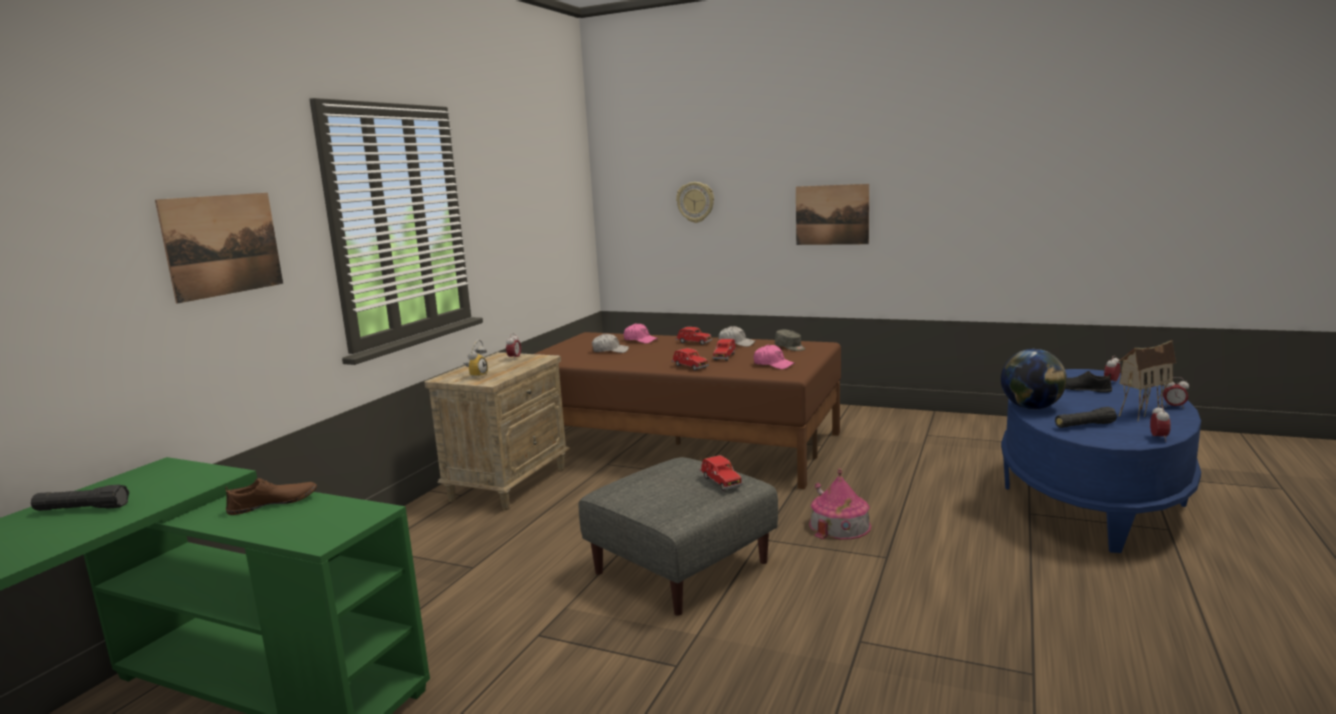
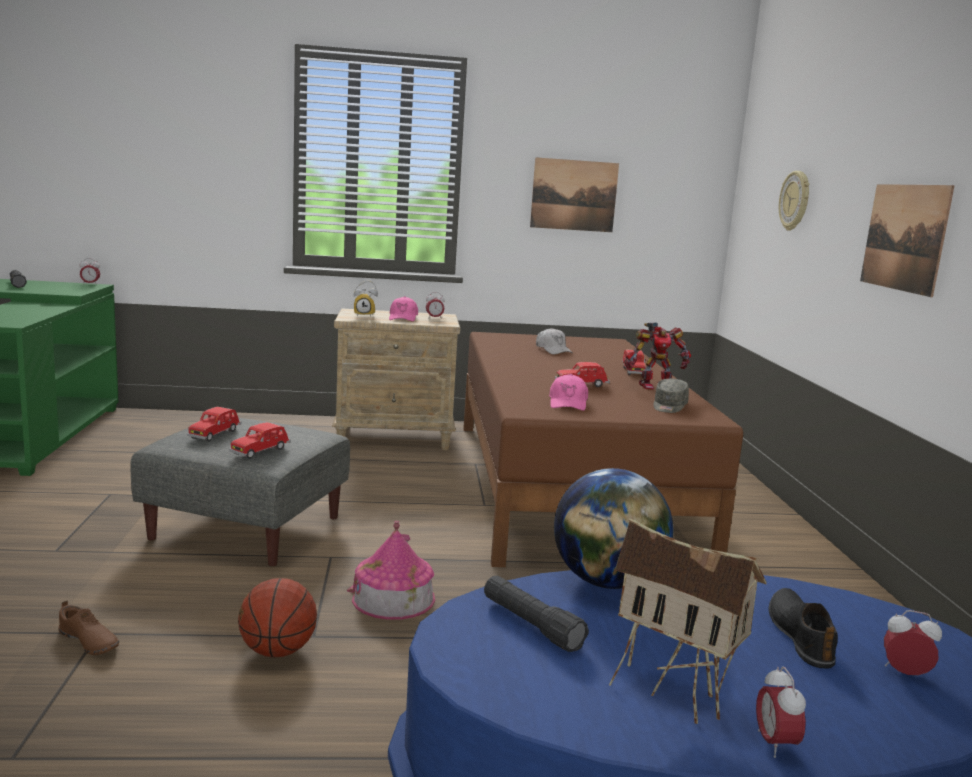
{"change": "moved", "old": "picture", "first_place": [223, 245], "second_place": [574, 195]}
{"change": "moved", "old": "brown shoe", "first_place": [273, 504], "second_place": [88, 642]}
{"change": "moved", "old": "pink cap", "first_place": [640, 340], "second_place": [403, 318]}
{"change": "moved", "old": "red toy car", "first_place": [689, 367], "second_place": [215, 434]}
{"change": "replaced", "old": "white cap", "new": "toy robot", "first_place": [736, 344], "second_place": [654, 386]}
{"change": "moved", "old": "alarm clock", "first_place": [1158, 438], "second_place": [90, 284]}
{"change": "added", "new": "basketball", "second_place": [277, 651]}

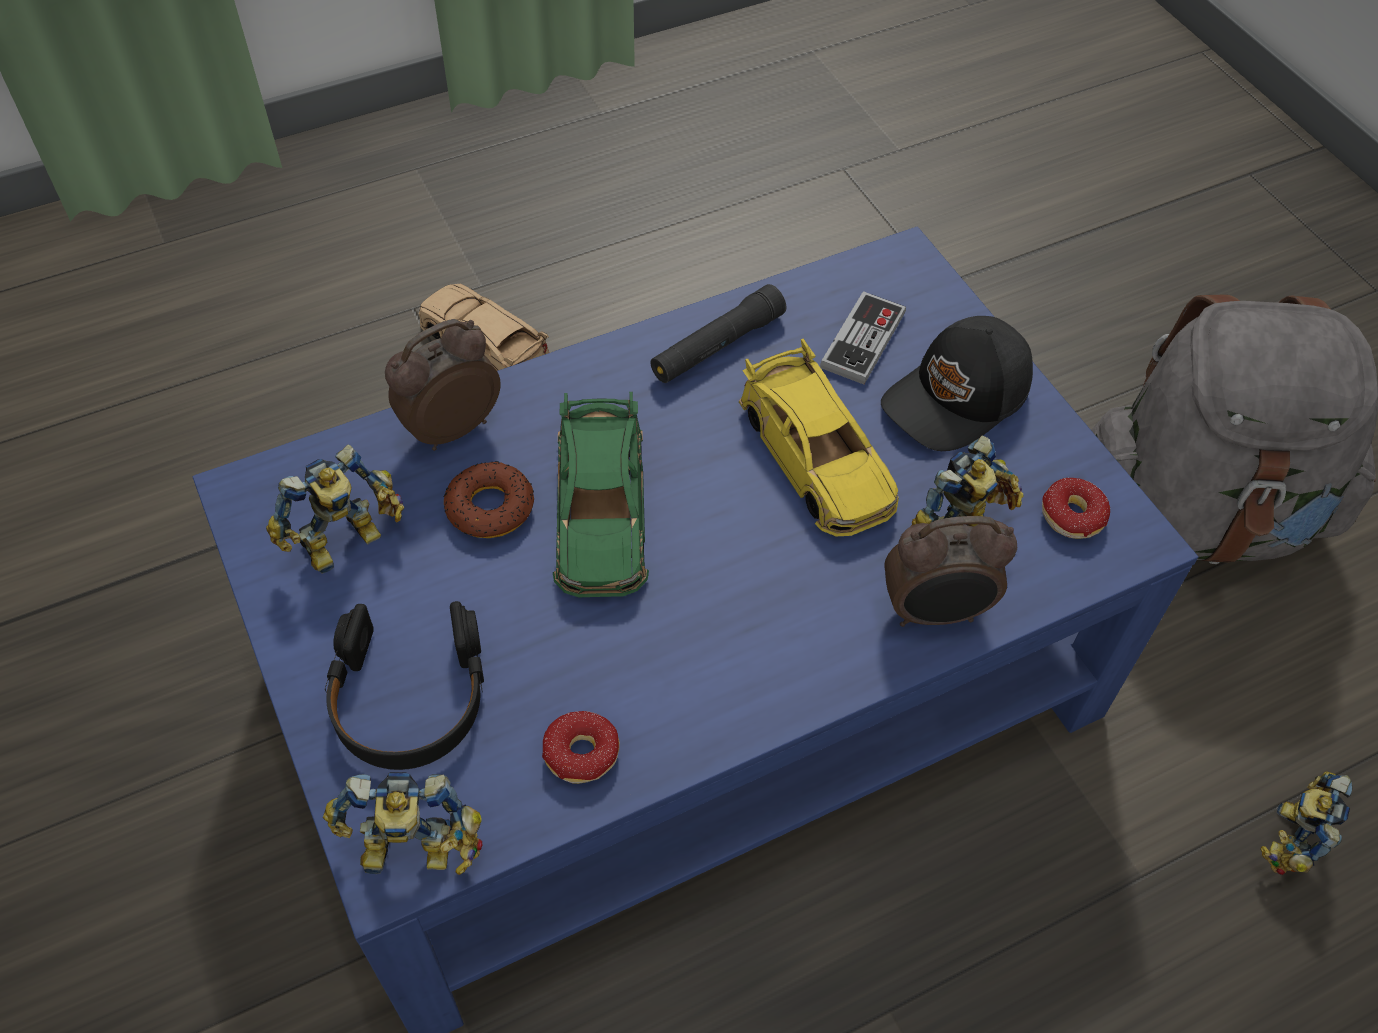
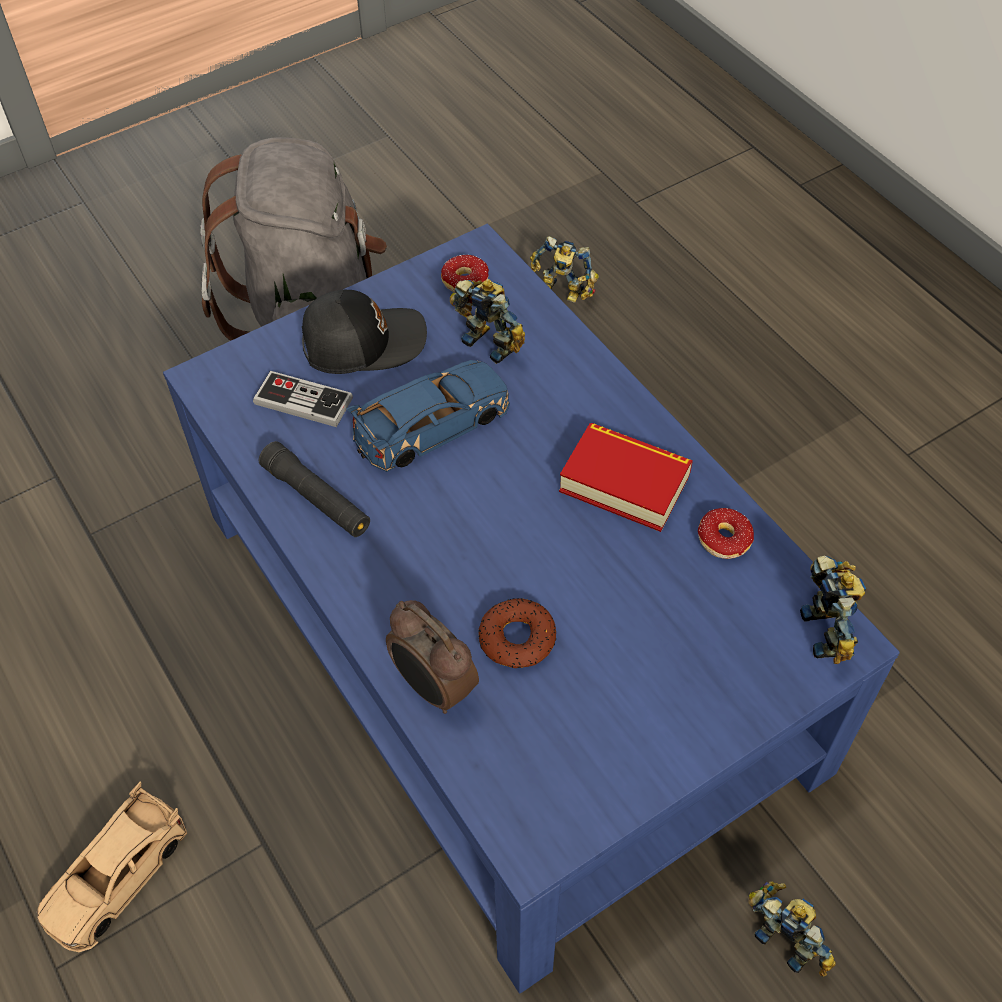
{"change": "moved", "old": "toy robot", "first_place": [347, 544], "second_place": [787, 937]}
{"change": "removed", "old": "black headphones", "first_place": [409, 697]}
{"change": "removed", "old": "green toy car", "first_place": [600, 512]}
{"change": "recoloured", "old": "yellow toy car", "new": "blue toy car", "first_place": [816, 457], "second_place": [431, 424]}
{"change": "turned", "old": "black cap", "first_place": [958, 399], "second_place": [362, 342], "degrees": -60}
{"change": "removed", "old": "alarm clock", "first_place": [935, 613]}
{"change": "added", "new": "book", "second_place": [624, 483]}

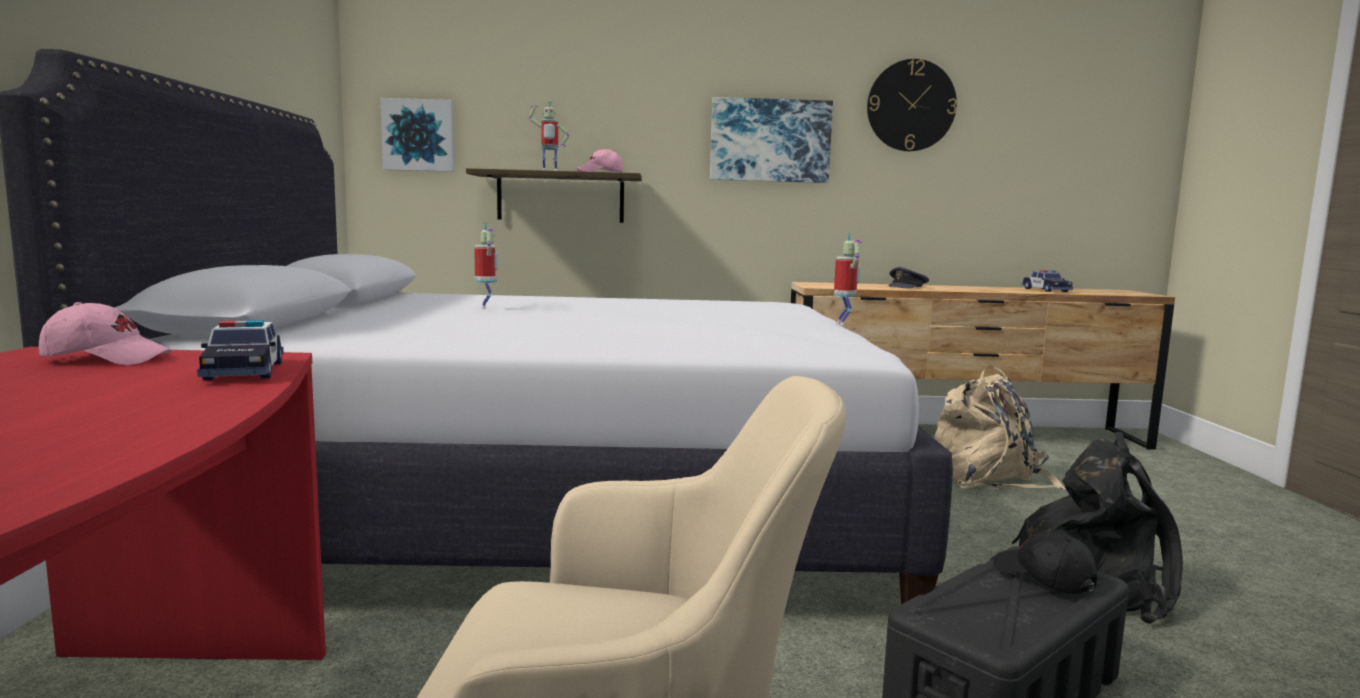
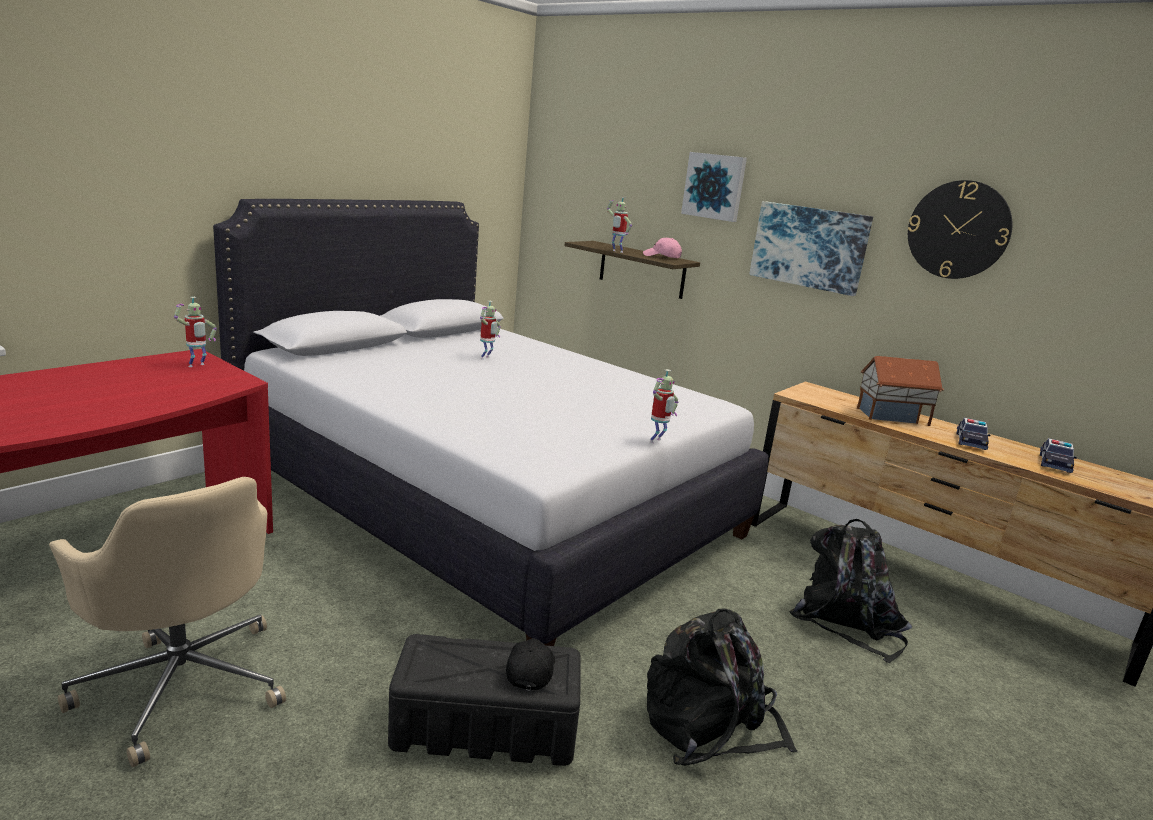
{"change": "replaced", "old": "pink cap", "new": "toy robot", "first_place": [107, 359], "second_place": [197, 366]}
{"change": "moved", "old": "toy car", "first_place": [244, 371], "second_place": [970, 441]}
{"change": "moved", "old": "picture", "first_place": [419, 135], "second_place": [714, 186]}
{"change": "replaced", "old": "grey cap", "new": "toy house", "first_place": [907, 287], "second_place": [892, 417]}
{"change": "recoloured", "old": "beige backpack", "new": "black backpack", "first_place": [990, 478], "second_place": [847, 622]}

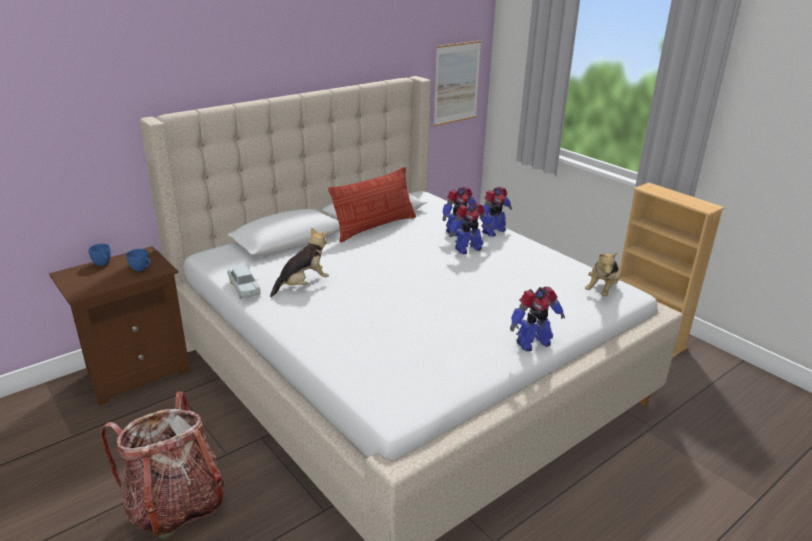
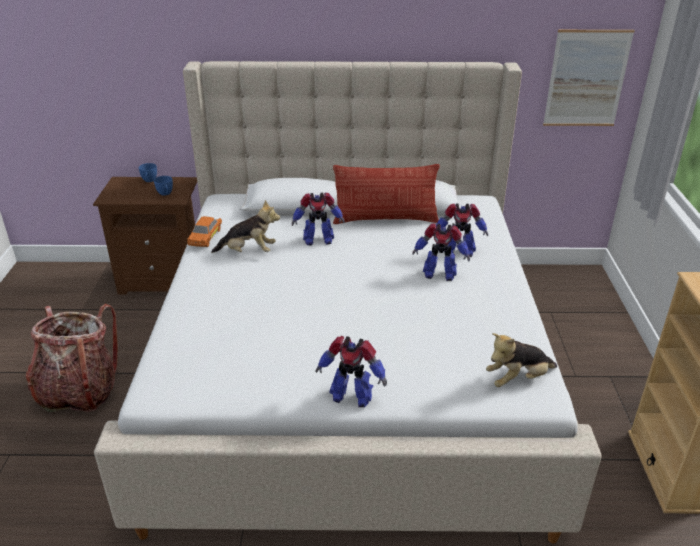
{"change": "recoloured", "old": "white toy car", "new": "orange toy car", "first_place": [244, 288], "second_place": [205, 237]}
{"change": "moved", "old": "toy robot", "first_place": [492, 231], "second_place": [318, 240]}

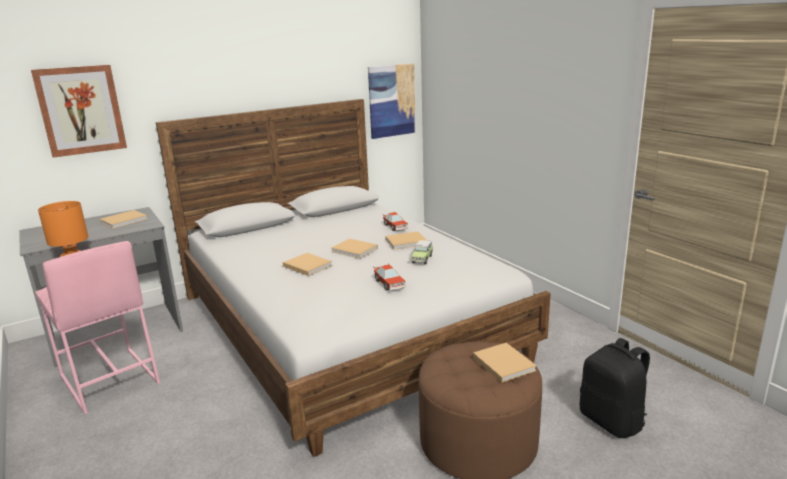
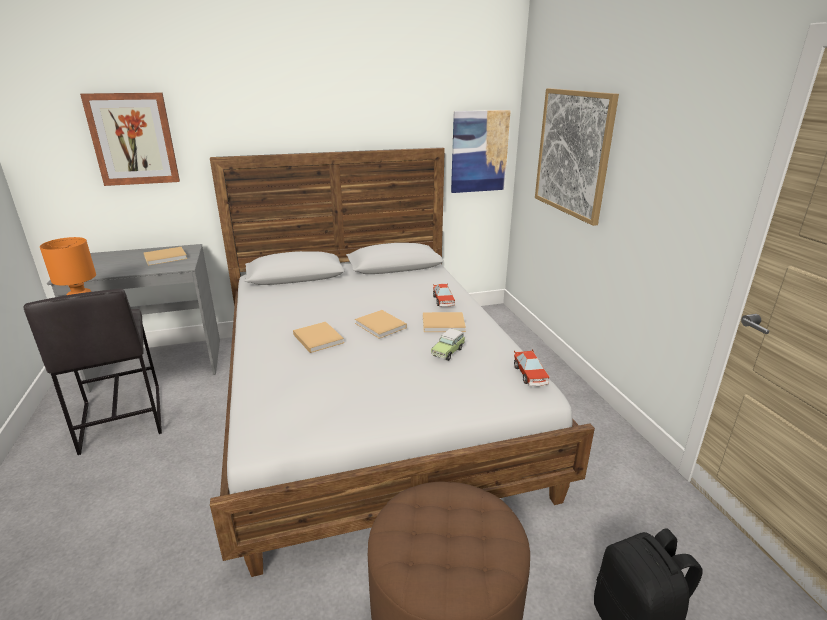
{"change": "recoloured", "old": "pink stool", "new": "grey stool", "first_place": [108, 380], "second_place": [120, 419]}
{"change": "moved", "old": "toy car", "first_place": [389, 284], "second_place": [530, 375]}
{"change": "removed", "old": "beige book", "first_place": [502, 363]}
{"change": "added", "new": "picture", "second_place": [573, 153]}

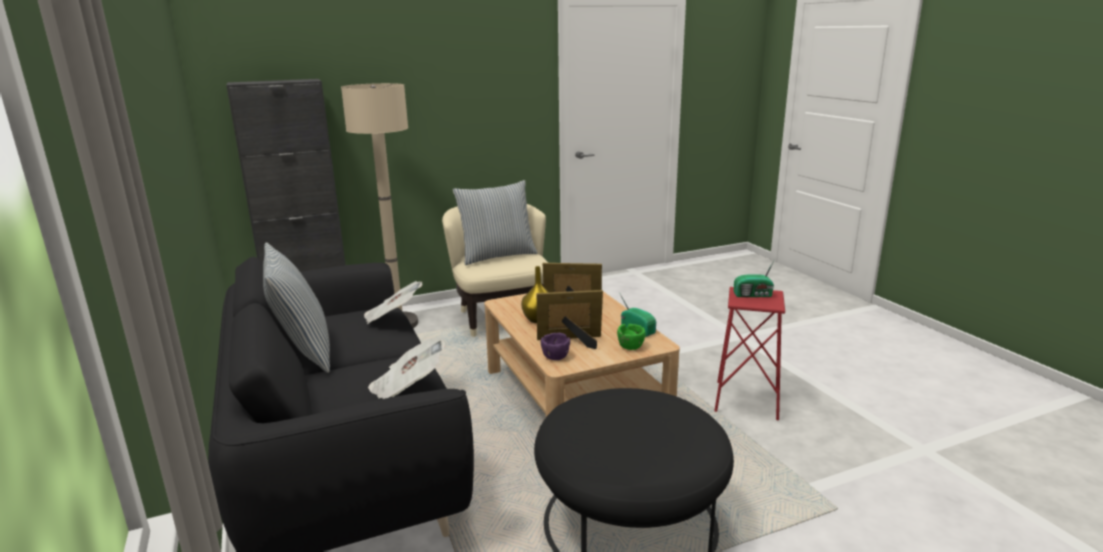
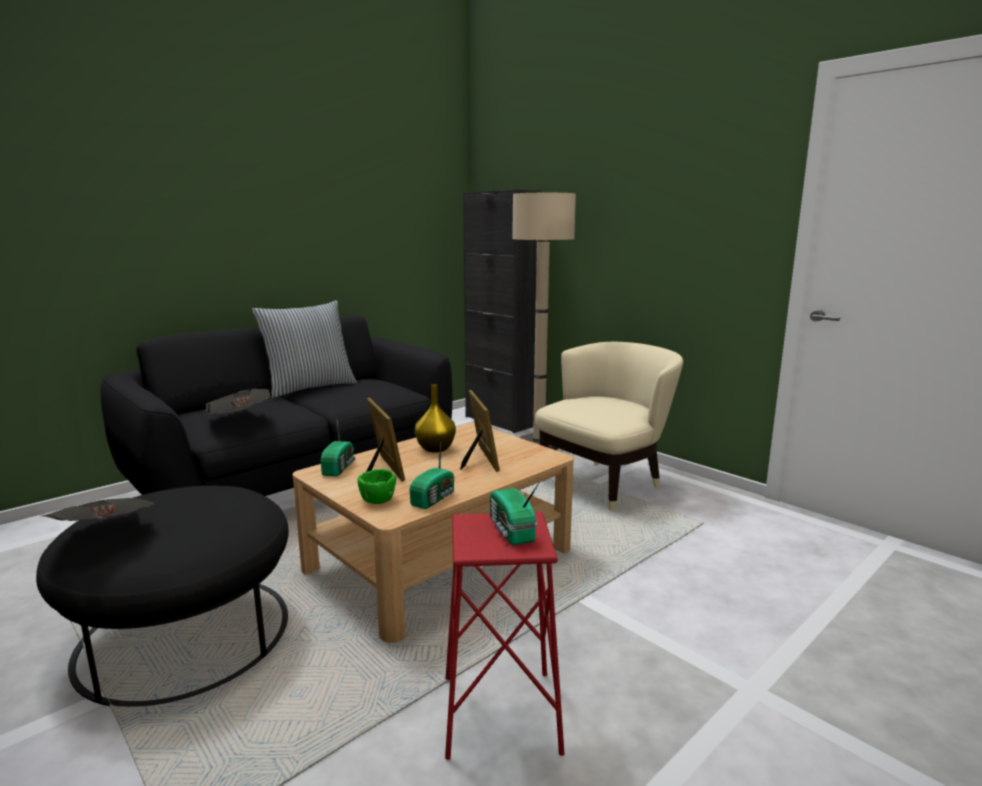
{"change": "moved", "old": "newspaper", "first_place": [392, 317], "second_place": [107, 534]}
{"change": "removed", "old": "pillow", "first_place": [497, 256]}
{"change": "replaced", "old": "purple bowl", "new": "radio", "first_place": [555, 356], "second_place": [340, 467]}

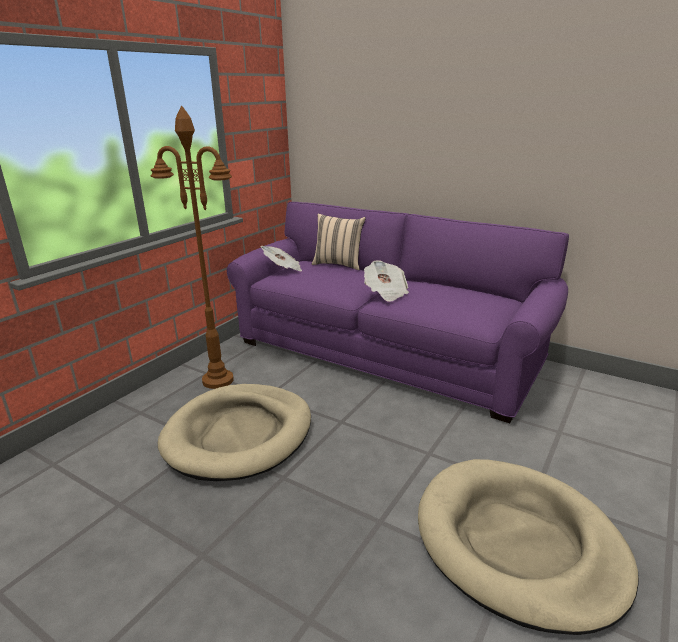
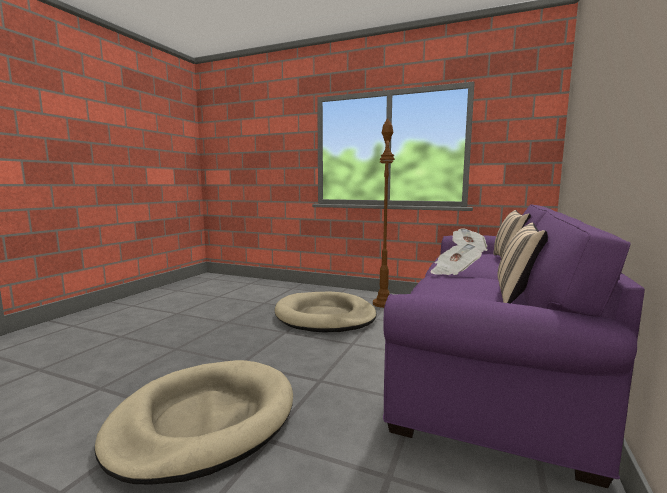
{"change": "added", "new": "beige pillow", "second_place": [518, 298]}

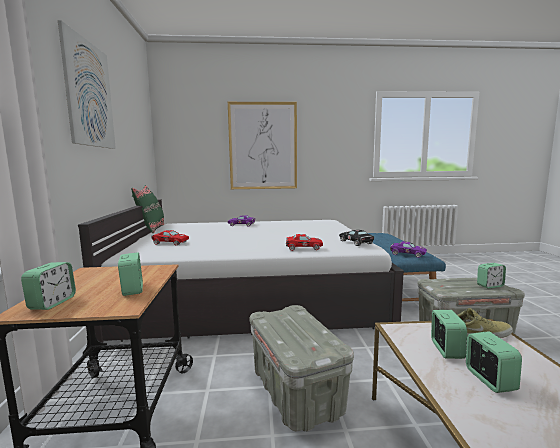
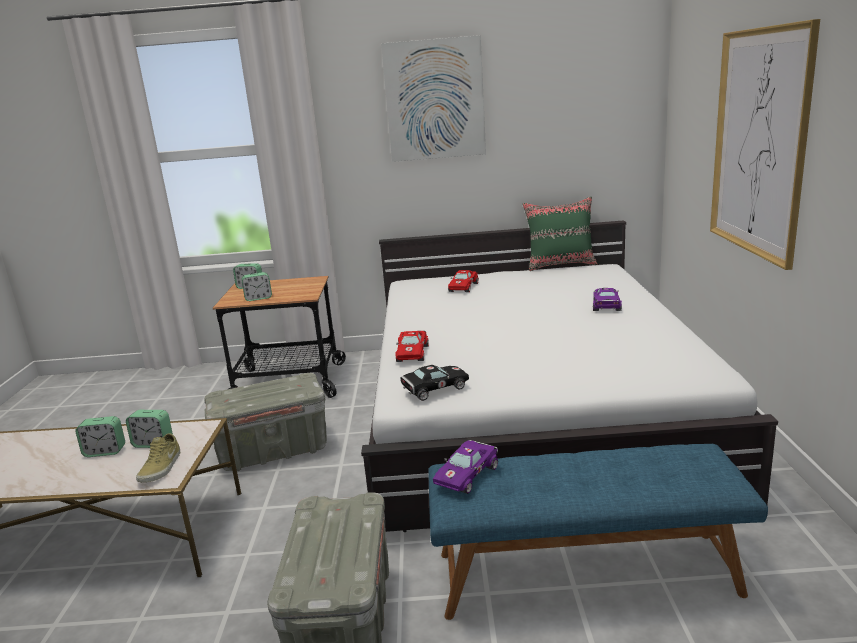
{"change": "removed", "old": "alarm clock", "first_place": [490, 286]}

